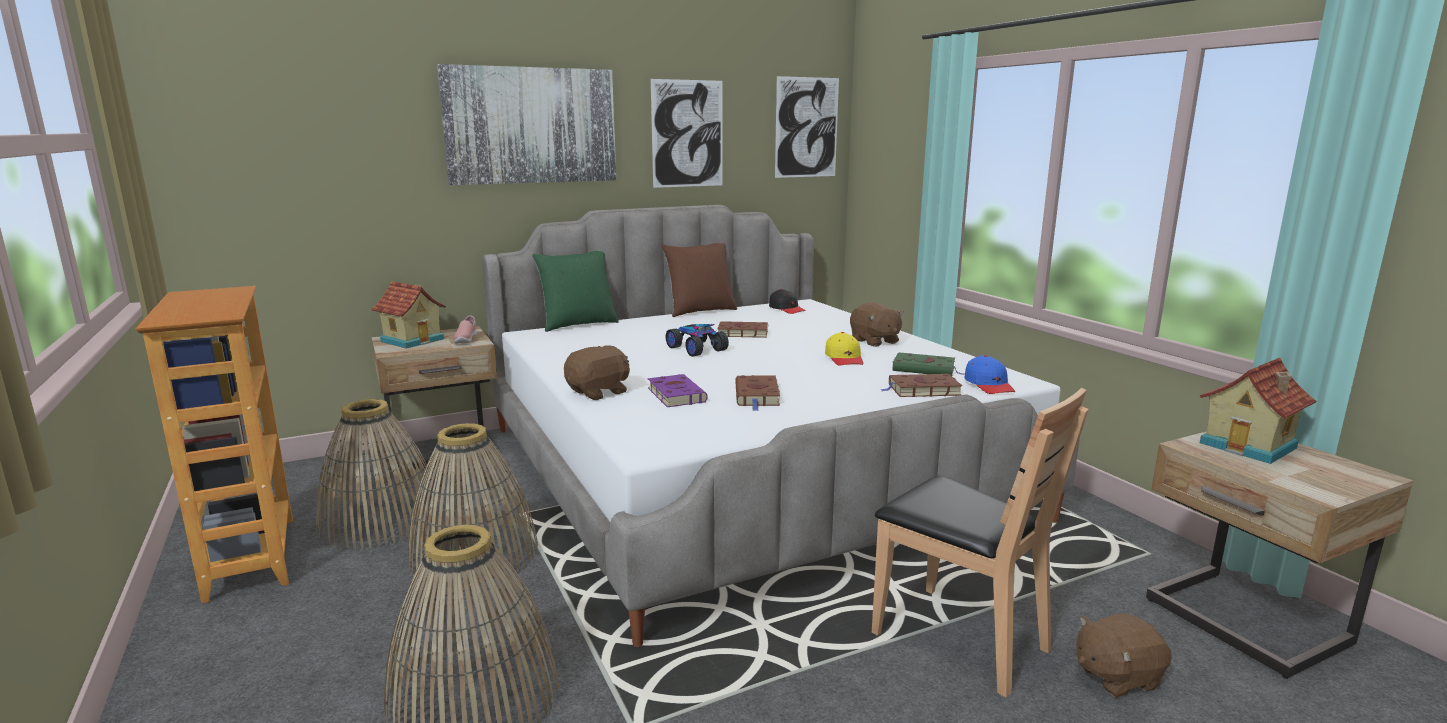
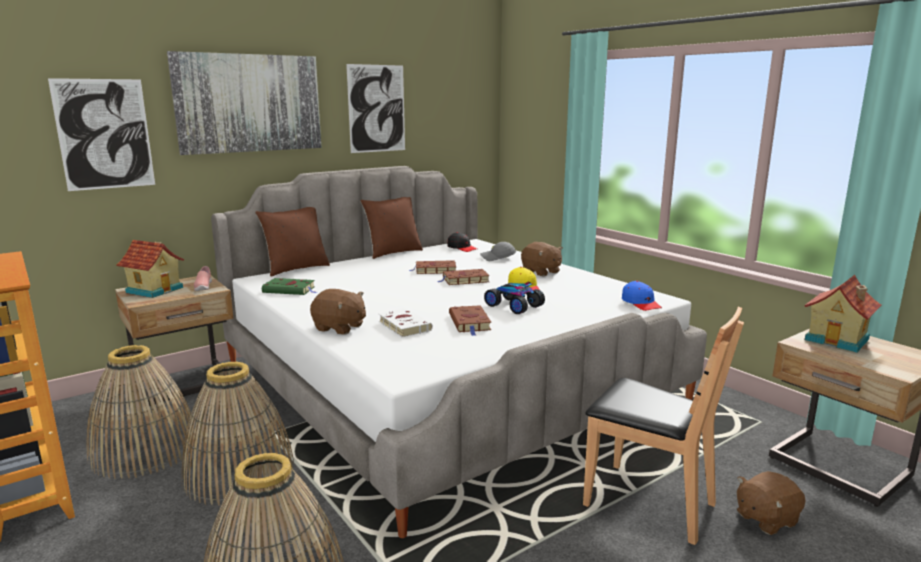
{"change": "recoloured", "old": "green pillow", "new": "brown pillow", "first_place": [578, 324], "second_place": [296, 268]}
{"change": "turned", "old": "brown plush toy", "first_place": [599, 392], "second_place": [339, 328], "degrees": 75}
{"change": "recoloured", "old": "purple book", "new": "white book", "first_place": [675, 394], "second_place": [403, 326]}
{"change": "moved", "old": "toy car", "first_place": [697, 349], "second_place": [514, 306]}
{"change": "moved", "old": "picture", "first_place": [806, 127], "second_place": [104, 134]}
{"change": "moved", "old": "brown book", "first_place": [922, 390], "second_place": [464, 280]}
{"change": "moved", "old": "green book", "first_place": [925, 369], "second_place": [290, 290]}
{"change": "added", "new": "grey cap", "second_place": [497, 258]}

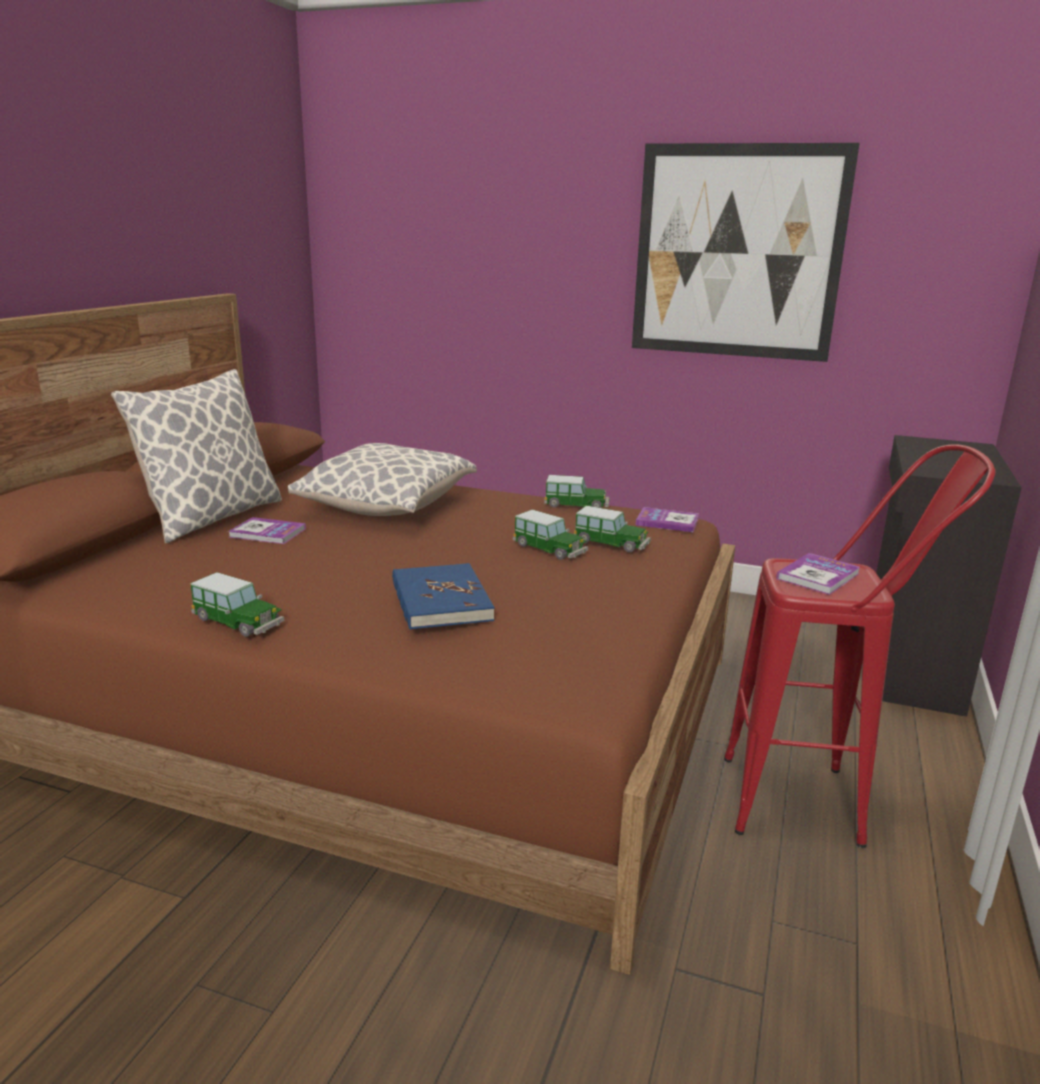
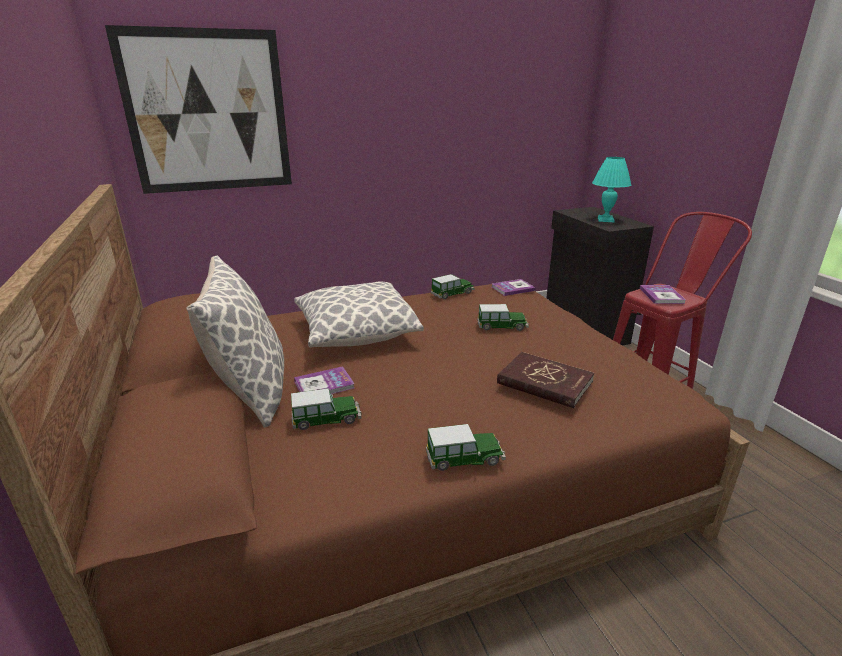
{"change": "recoloured", "old": "blue book", "new": "red book", "first_place": [440, 601], "second_place": [544, 382]}
{"change": "moved", "old": "toy car", "first_place": [611, 543], "second_place": [326, 419]}
{"change": "moved", "old": "picture", "first_place": [737, 253], "second_place": [208, 113]}
{"change": "added", "new": "turquoise table lamp", "second_place": [606, 220]}

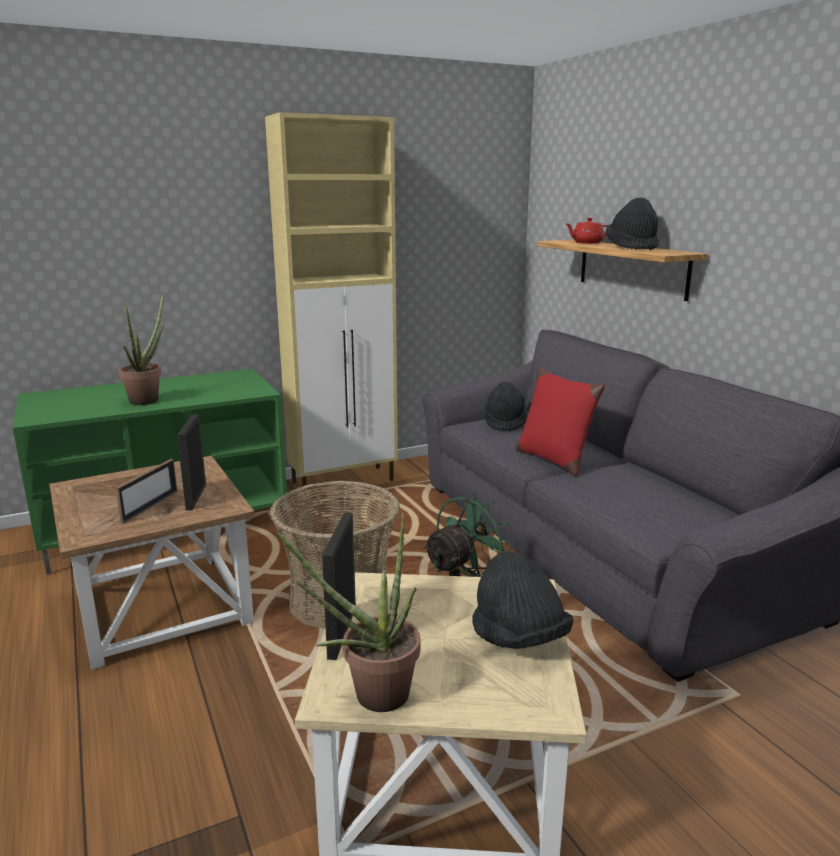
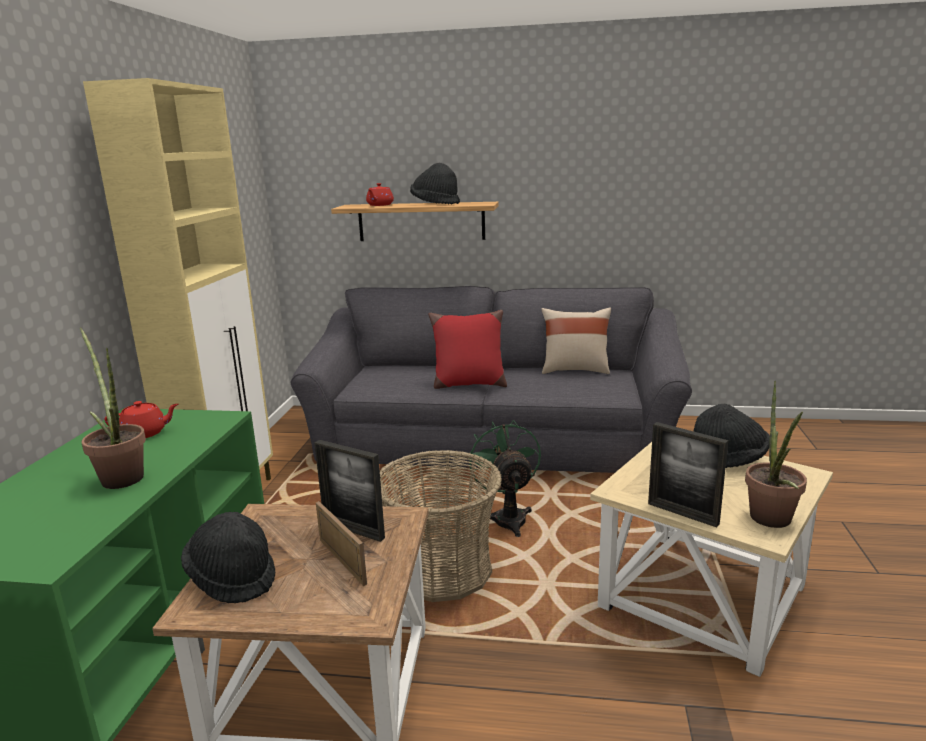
{"change": "moved", "old": "black hat", "first_place": [505, 423], "second_place": [233, 578]}
{"change": "added", "new": "red teapot", "second_place": [145, 433]}
{"change": "added", "new": "beige pillow", "second_place": [575, 370]}

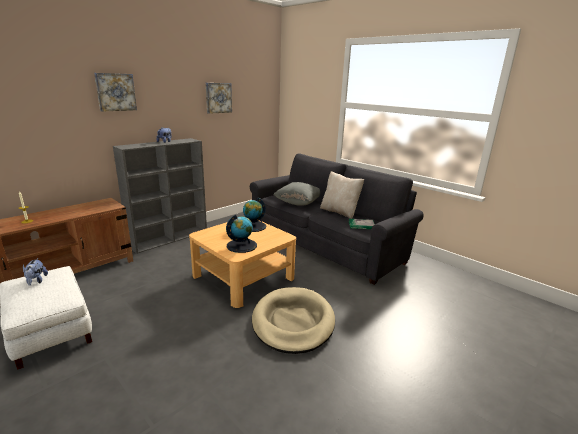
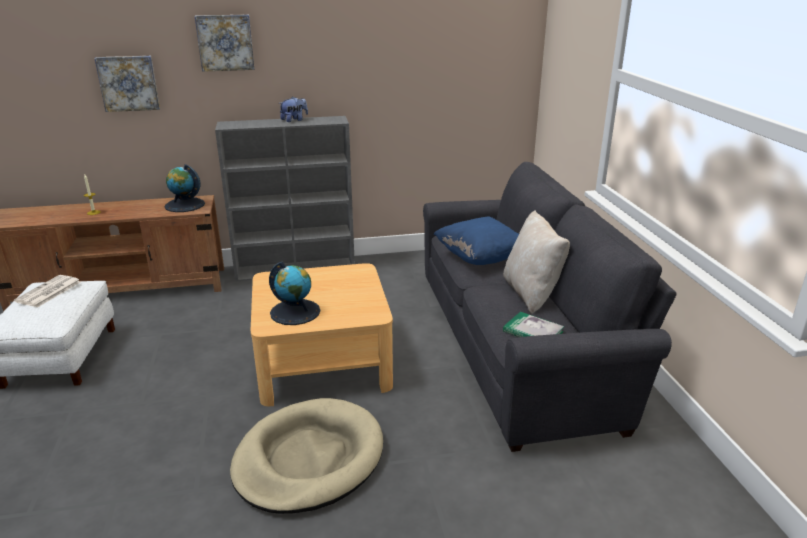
{"change": "replaced", "old": "plush toy", "new": "newspaper", "first_place": [36, 281], "second_place": [48, 292]}
{"change": "moved", "old": "picture", "first_place": [218, 98], "second_place": [128, 83]}
{"change": "moved", "old": "globe", "first_place": [253, 226], "second_place": [184, 205]}
{"change": "recoloured", "old": "grey pillow", "new": "blue pillow", "first_place": [298, 203], "second_place": [481, 258]}

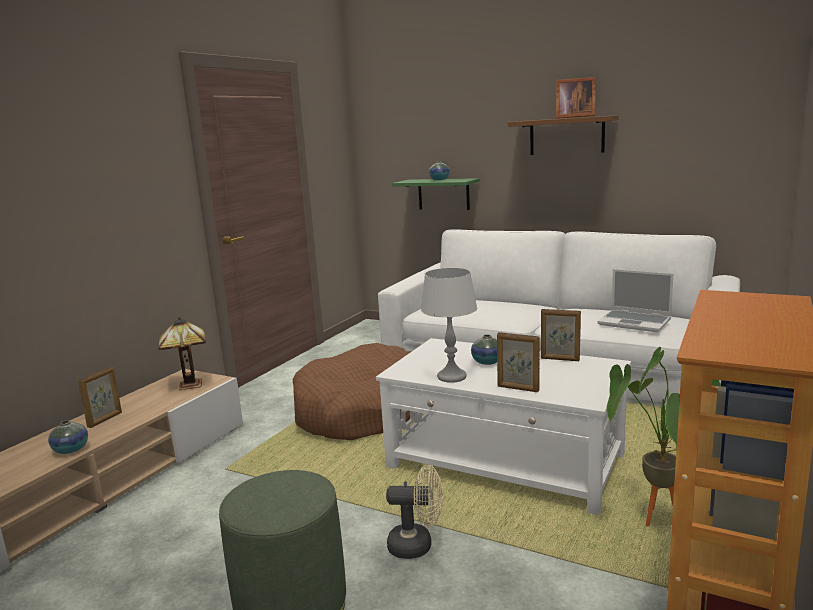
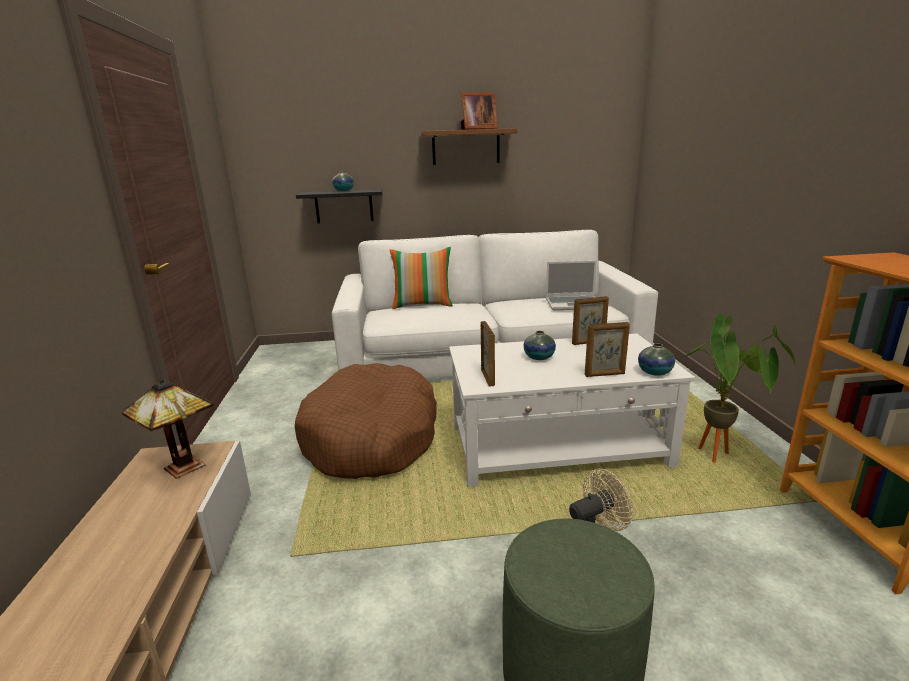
{"change": "moved", "old": "vase", "first_place": [71, 449], "second_place": [654, 372]}
{"change": "moved", "old": "picture frame", "first_place": [105, 420], "second_place": [488, 377]}
{"change": "recoloured", "old": "green shelf", "new": "black shelf", "first_place": [443, 194], "second_place": [344, 206]}
{"change": "removed", "old": "grey table lamp", "first_place": [452, 377]}
{"change": "added", "new": "pillow", "second_place": [423, 305]}

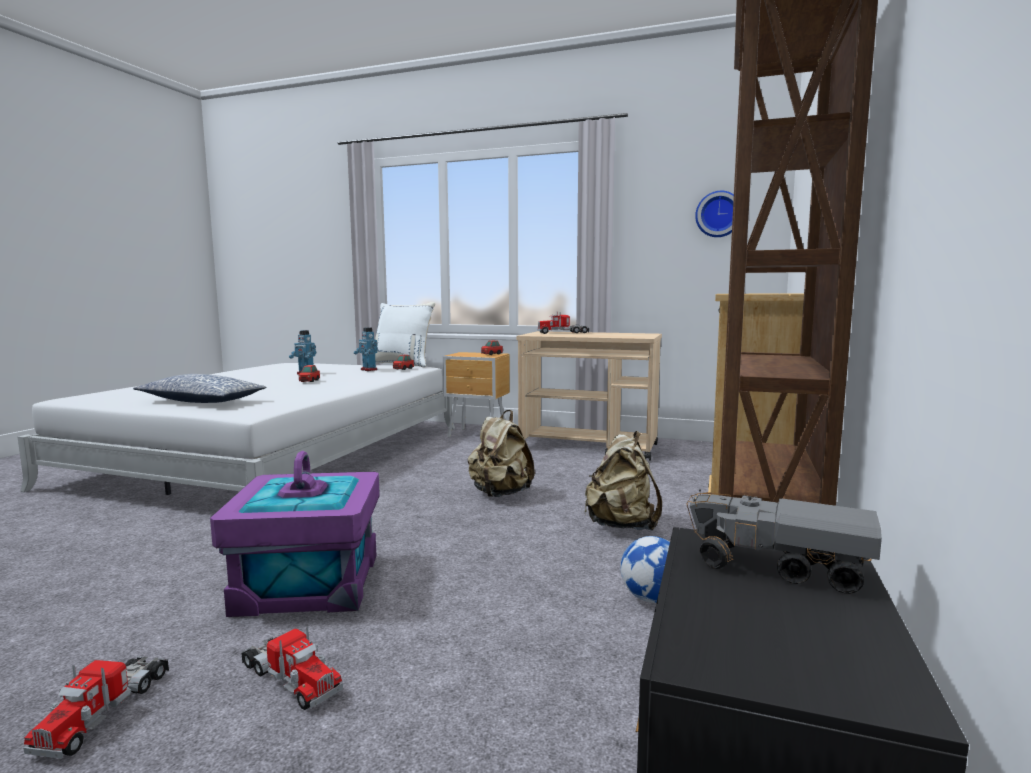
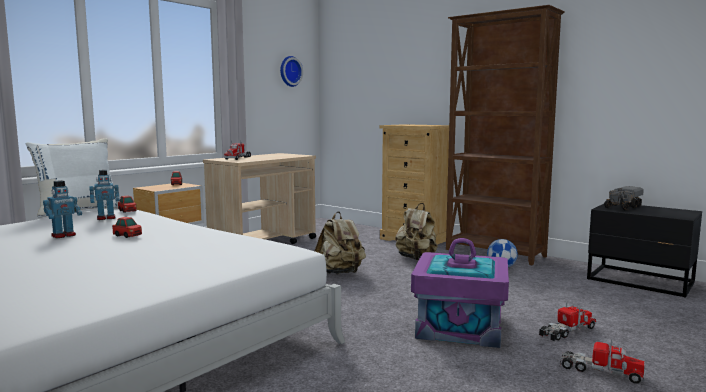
{"change": "removed", "old": "pillow", "first_place": [201, 401]}

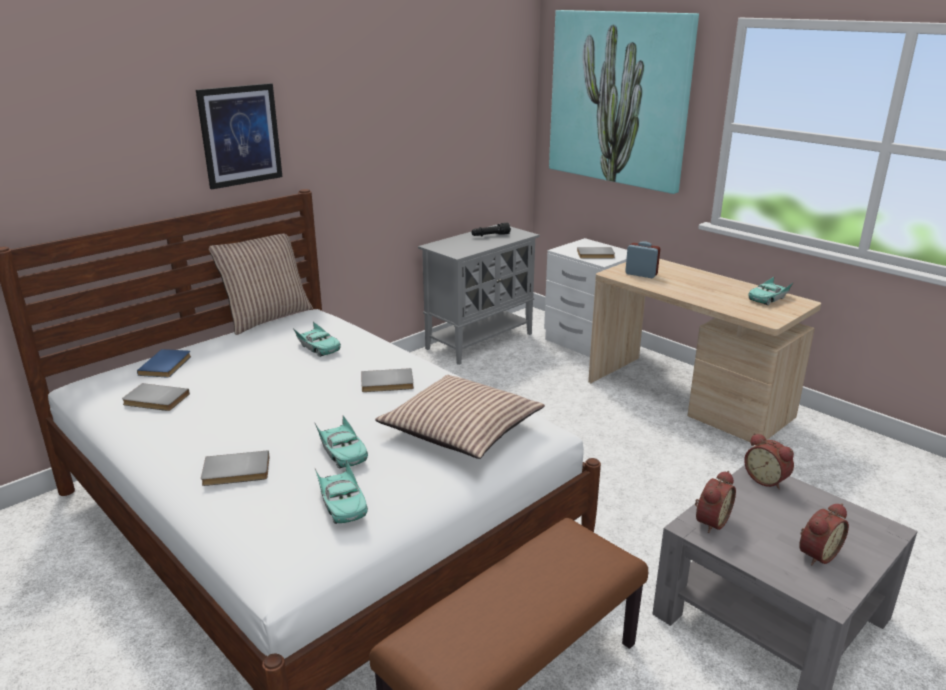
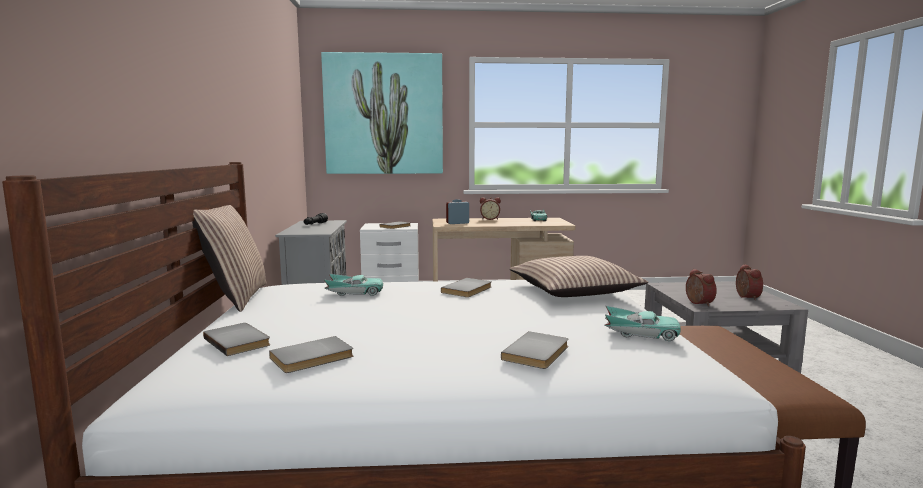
{"change": "recoloured", "old": "blue book", "new": "grey book", "first_place": [167, 365], "second_place": [239, 341]}
{"change": "removed", "old": "picture", "first_place": [240, 135]}
{"change": "removed", "old": "turquoise toy car", "first_place": [342, 452]}
{"change": "moved", "old": "alarm clock", "first_place": [766, 479], "second_place": [490, 219]}

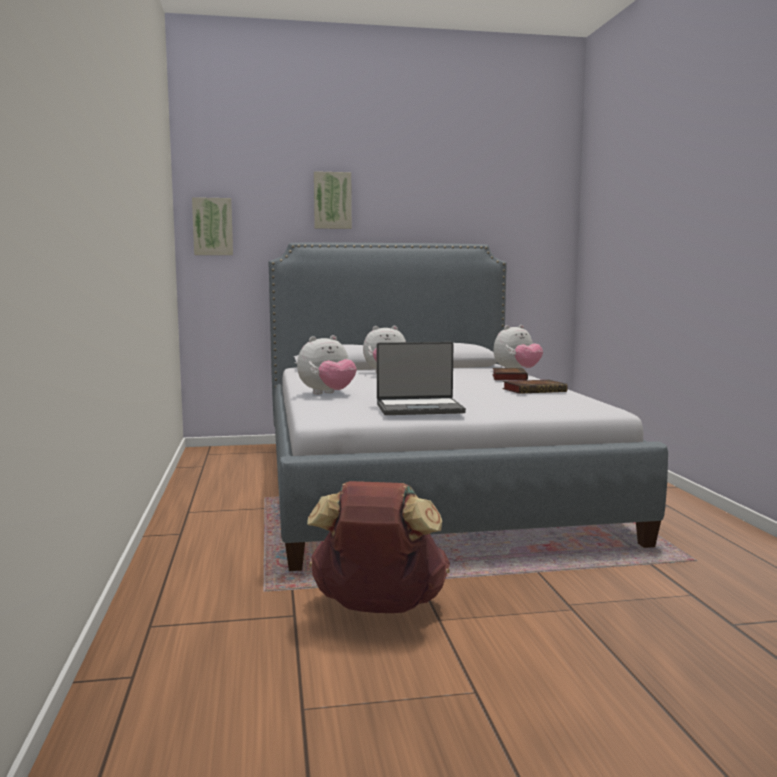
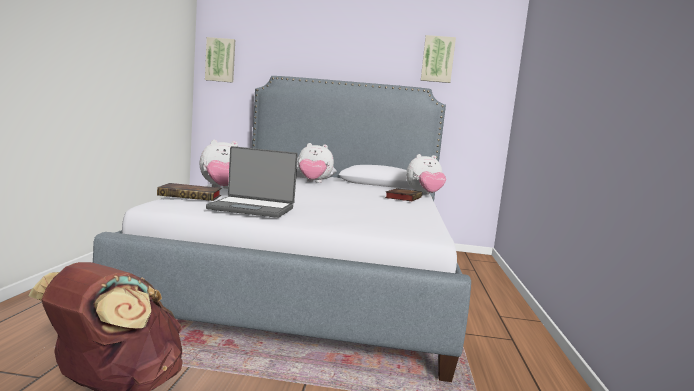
{"change": "moved", "old": "picture", "first_place": [332, 200], "second_place": [437, 59]}
{"change": "moved", "old": "book", "first_place": [535, 390], "second_place": [192, 196]}

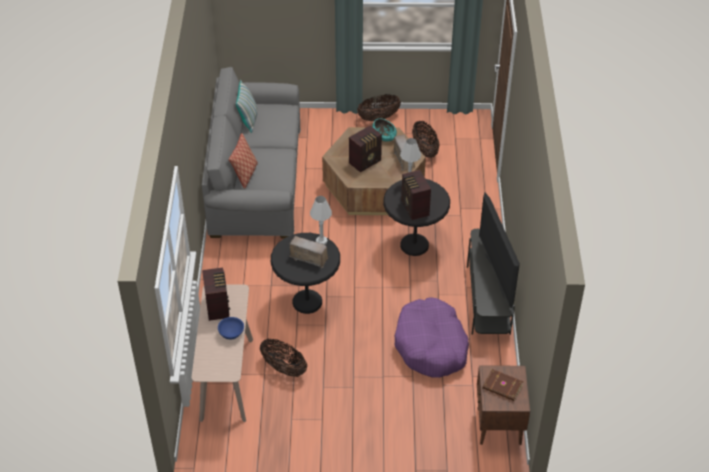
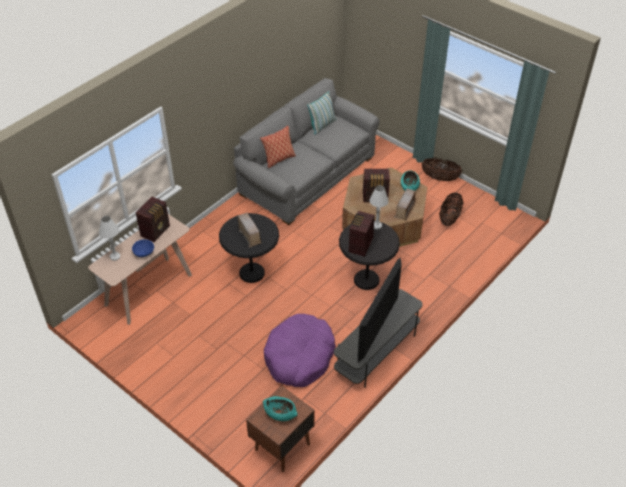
{"change": "removed", "old": "basket", "first_place": [284, 368]}
{"change": "moved", "old": "white table lamp", "first_place": [321, 241], "second_place": [115, 256]}
{"change": "replaced", "old": "brown book", "new": "turquoise bowl", "first_place": [502, 387], "second_place": [280, 413]}

